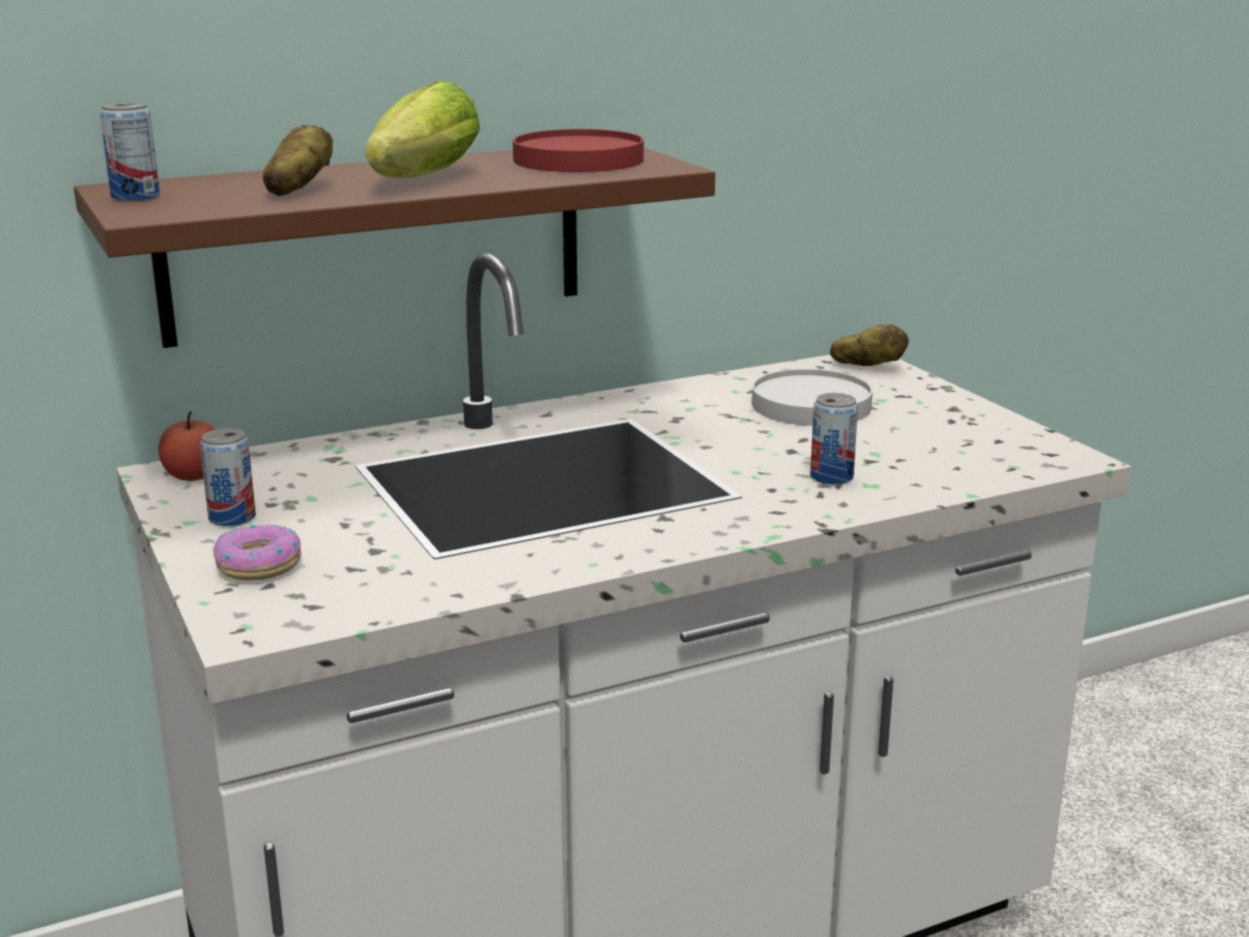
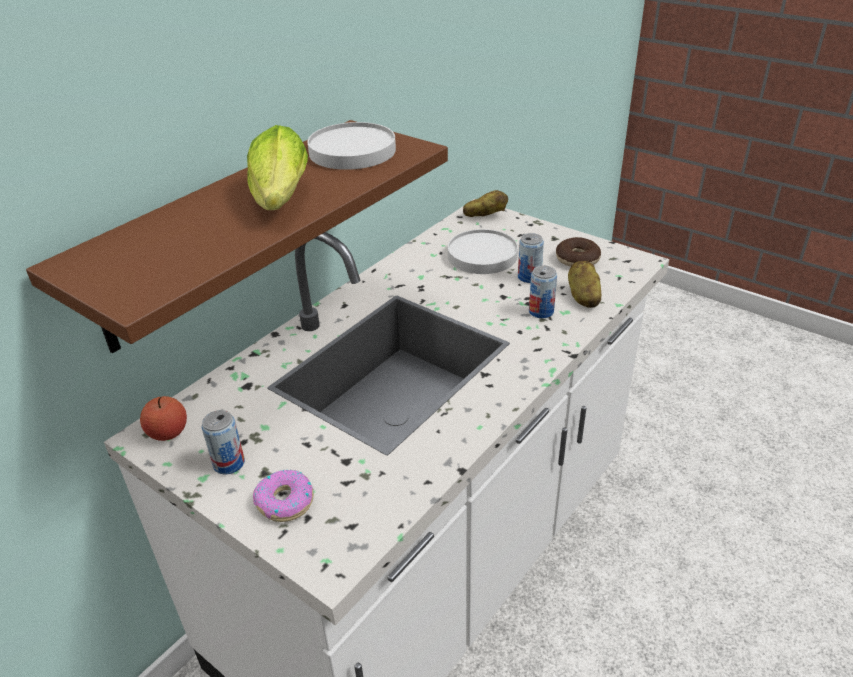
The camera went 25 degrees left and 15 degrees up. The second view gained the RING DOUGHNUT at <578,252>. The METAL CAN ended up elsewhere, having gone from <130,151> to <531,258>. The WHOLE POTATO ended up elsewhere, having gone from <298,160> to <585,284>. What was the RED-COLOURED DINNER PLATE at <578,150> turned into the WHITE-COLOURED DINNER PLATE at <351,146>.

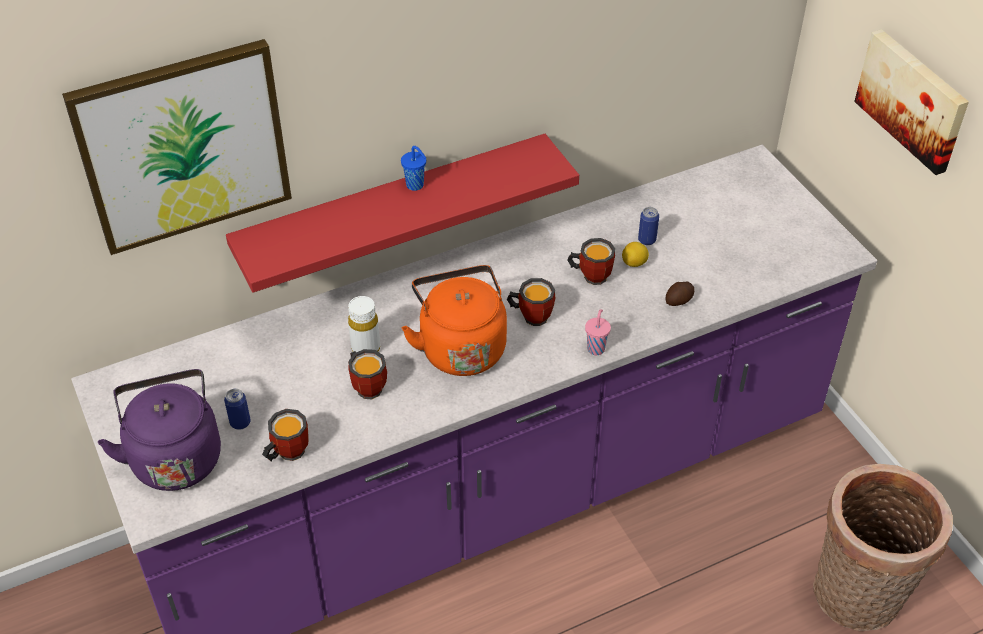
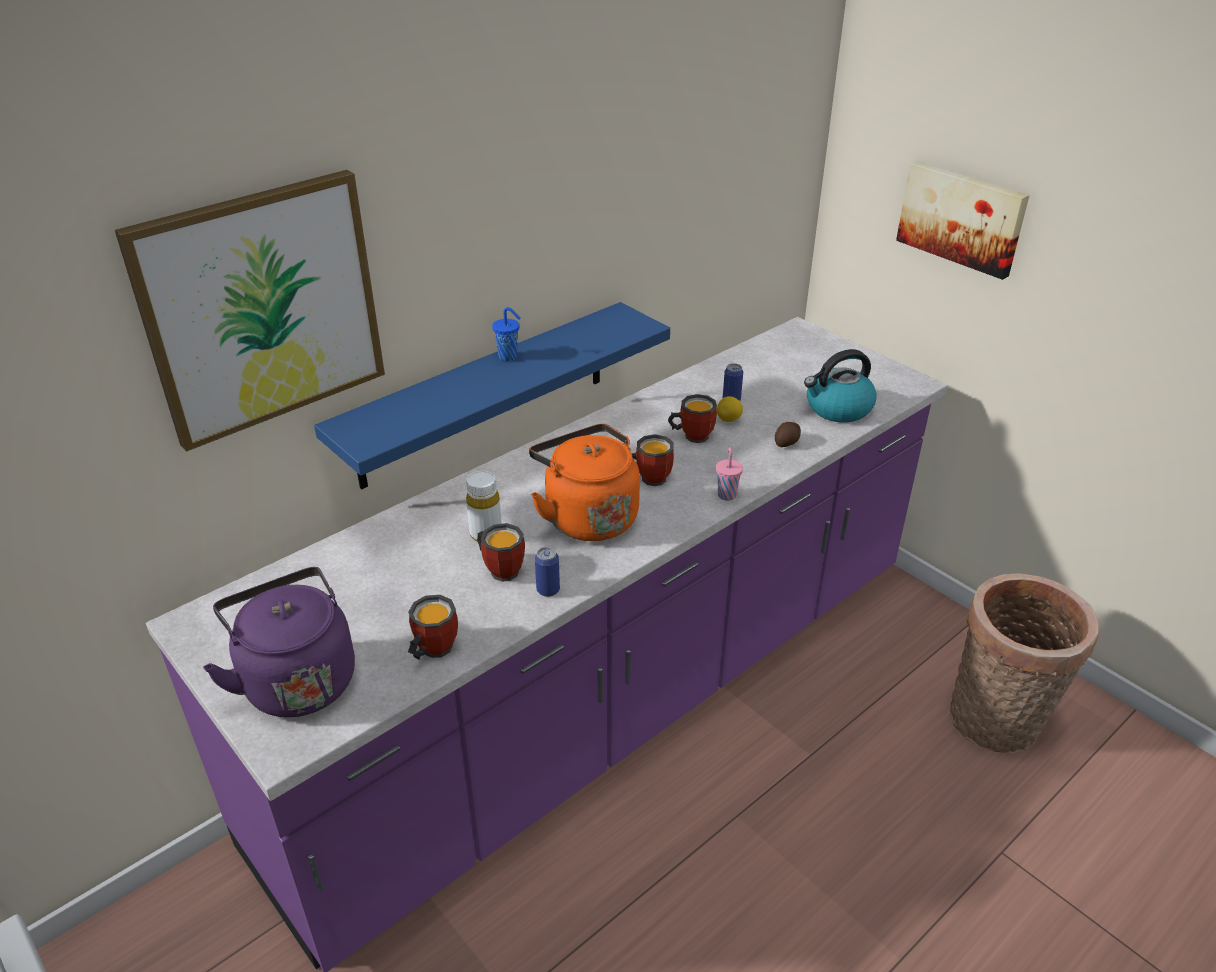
The camera went 15 degrees left and 10 degrees down. The second view gained the WATER KETTLE at <840,386>. The METAL CAN ended up elsewhere, having gone from <237,409> to <547,572>. What was the RED-COLOURED WALL SHELF at <402,213> turned into the BLUE WALL SHELF at <492,396>.

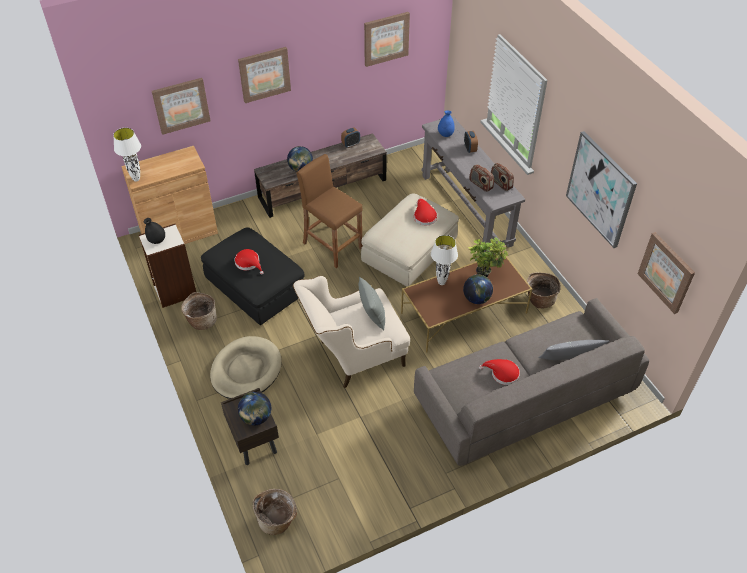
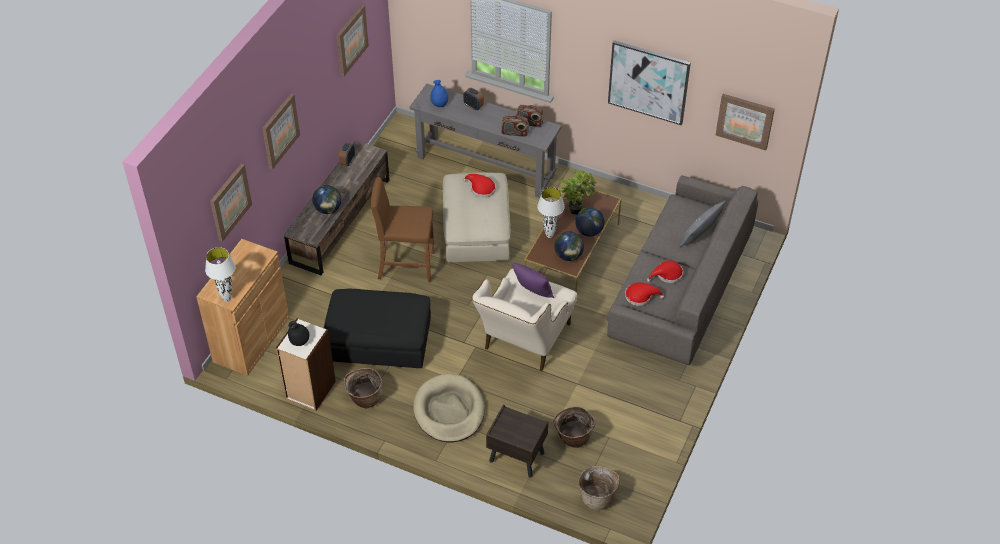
The camera went 40 degrees left and 0 degrees up. The RED-COLOURED WEARABLE HAT ended up elsewhere, having gone from <249,261> to <644,294>. The WORLD GLOBE ended up elsewhere, having gone from <255,408> to <569,246>. The STORAGE BASKET ended up elsewhere, having gone from <544,290> to <574,427>. What was the GREYISH PILLOW at <371,303> turned into the PURPLISH PILLOW at <533,280>.

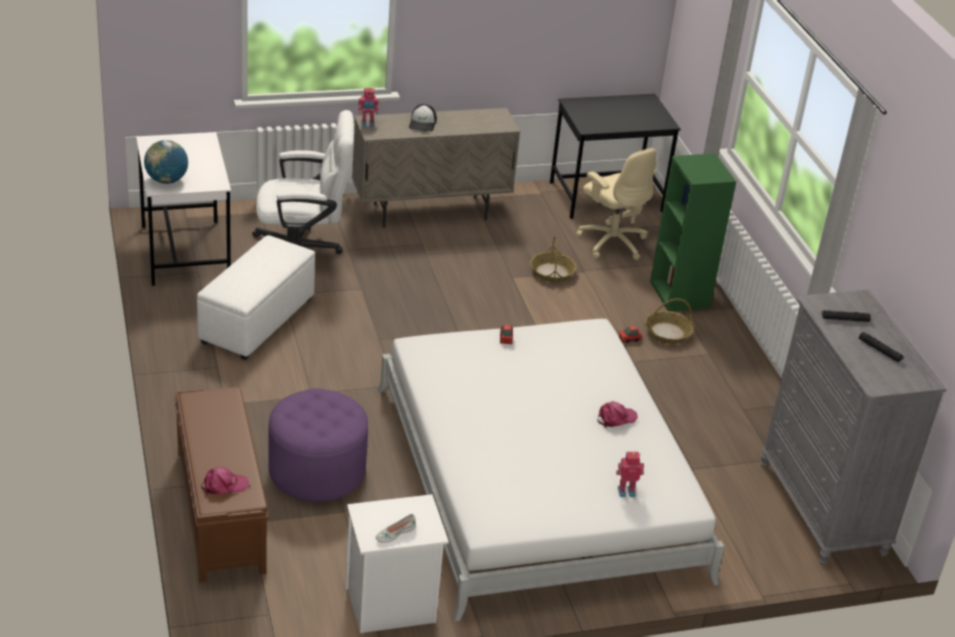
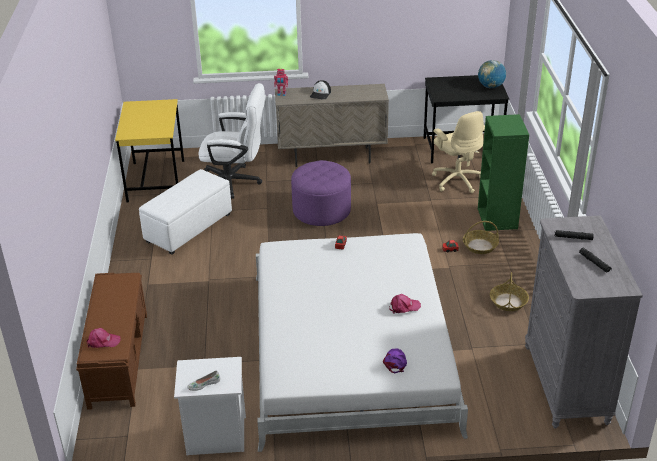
The camera went 15 degrees right and 0 degrees up. The WORLD GLOBE ended up elsewhere, having gone from <166,162> to <492,74>. The PURPLISH OTTOMAN ended up elsewhere, having gone from <318,445> to <321,193>. The STORAGE BASKET ended up elsewhere, having gone from <553,259> to <509,291>. Where the TOY ROBOT stood at <630,474>, the PURPLISH PEAKED CAP came to stand at <395,360>. What was the WHITE-COLOURED DESK at <183,209> turned into the YELLOW DESK at <149,151>.

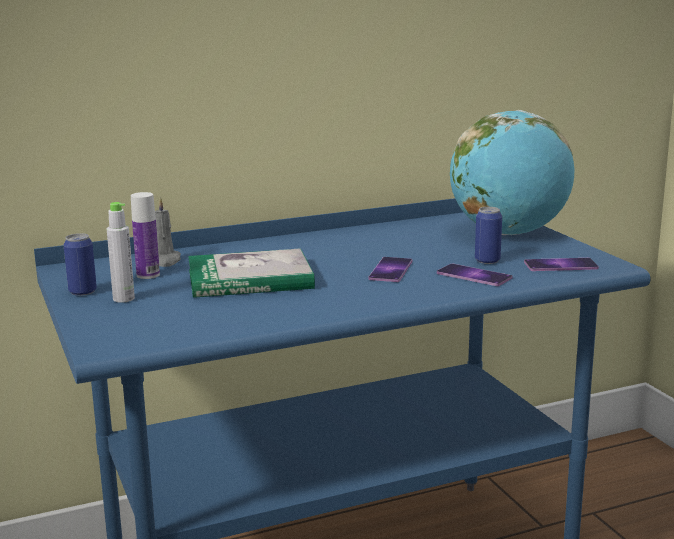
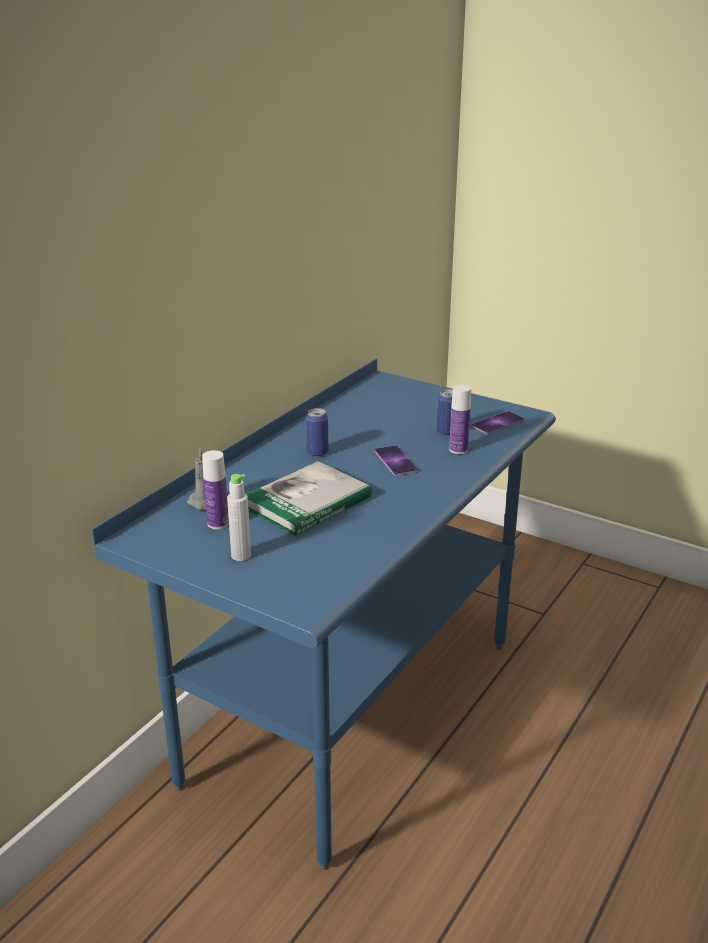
The camera went 35 degrees left and 10 degrees up. The second view lost the WORLD GLOBE at <512,172>. The METAL CAN ended up elsewhere, having gone from <80,264> to <317,432>. Where the PHONE stood at <474,275>, the BOTTLE came to stand at <460,419>.

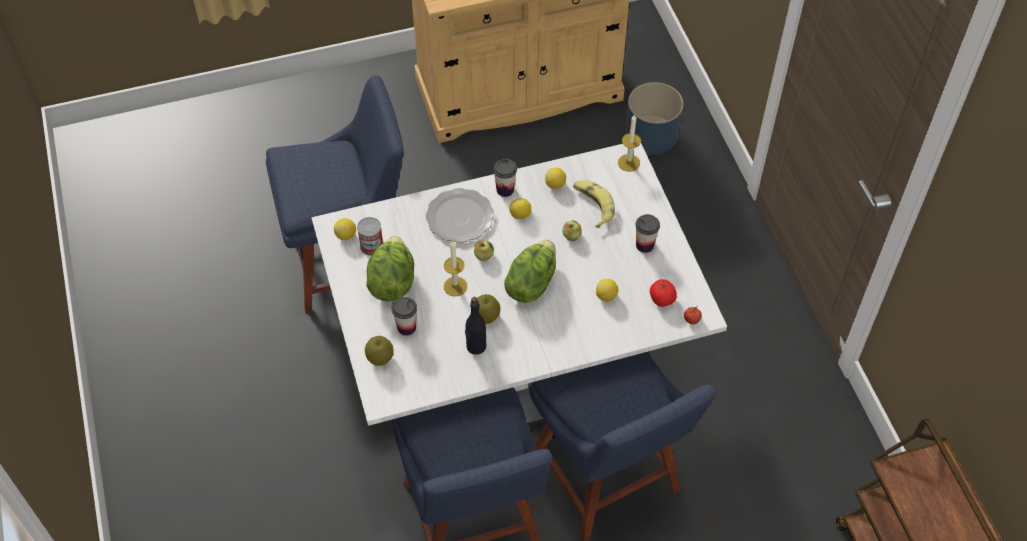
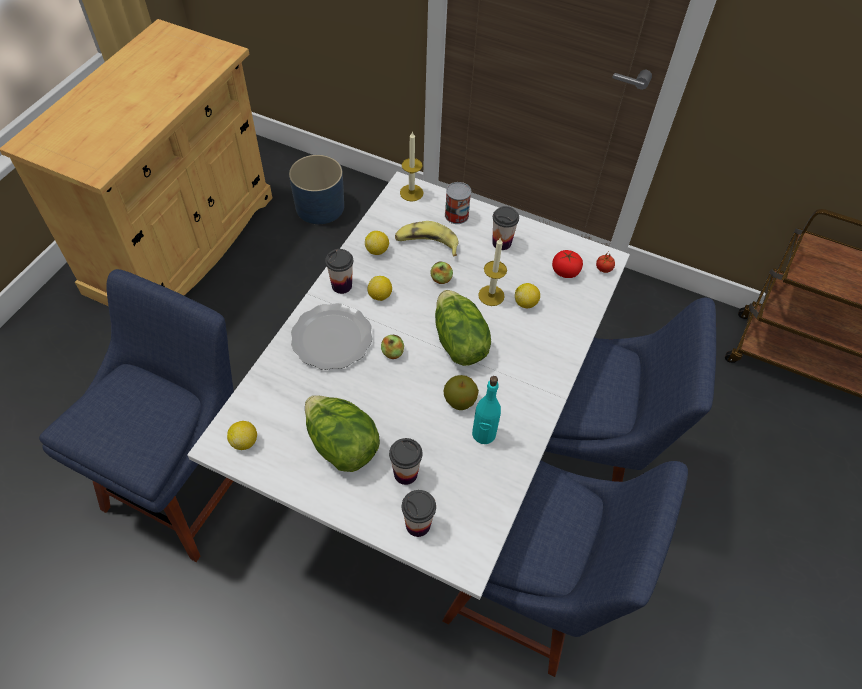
The camera went 50 degrees left and 0 degrees up. The METAL CAN ended up elsewhere, having gone from <370,236> to <458,203>. The CANDLE ended up elsewhere, having gone from <455,268> to <492,271>. Where the APPLE FRUIT stood at <379,351>, the DRINKING CUP came to stand at <419,513>. What was the BLACK-COLOURED BOTTLE at <475,326> turned into the BLUE-GREEN BOTTLE at <486,410>.

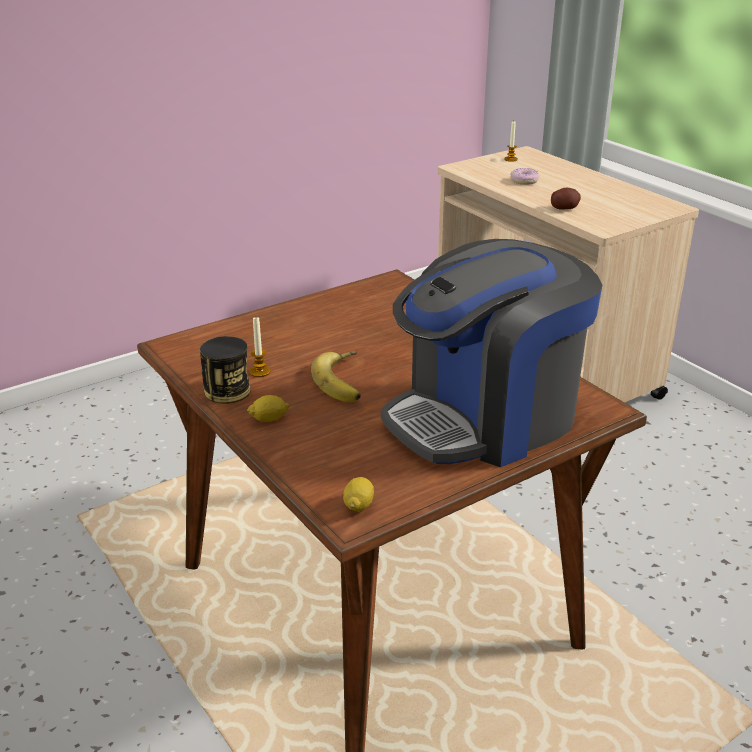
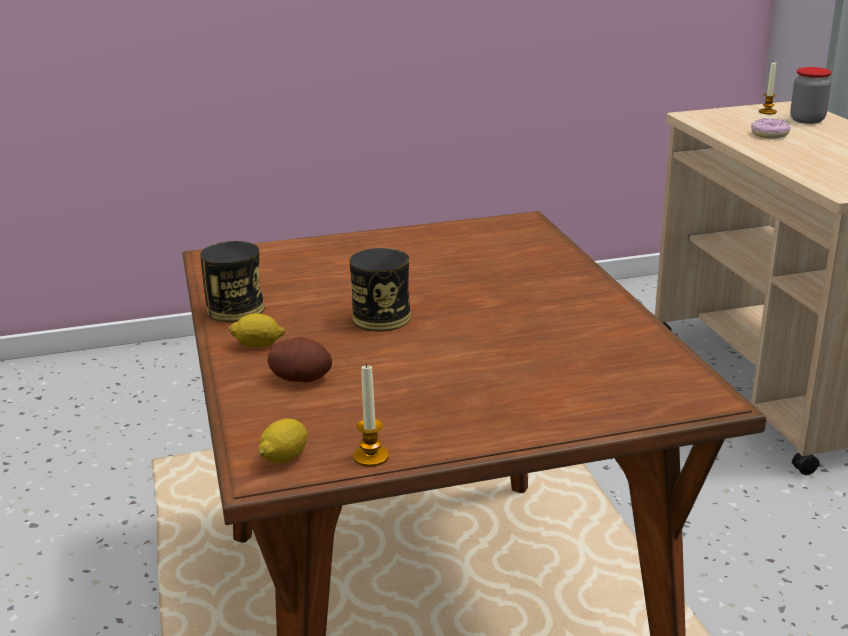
The camera went 20 degrees right and 5 degrees down. The second view lost the COFFEE MAKER at <491,353>. The second view gained the STORAGE JAR at <811,95>. The CANDLE ended up elsewhere, having gone from <260,347> to <371,415>. The WHOLE POTATO ended up elsewhere, having gone from <566,199> to <299,359>. Where the WHOLE BANANA stood at <336,376>, the METAL CAN came to stand at <380,289>.

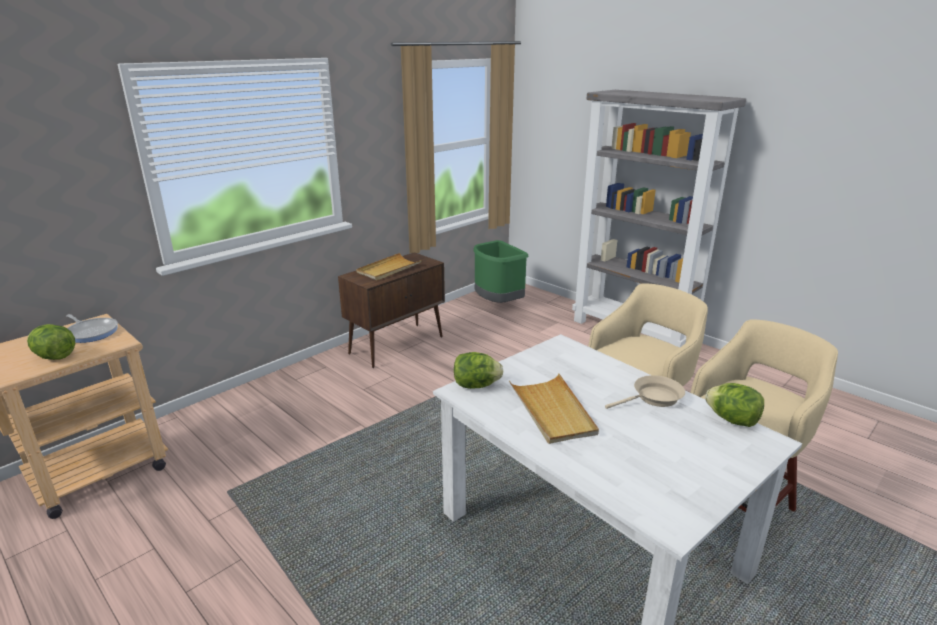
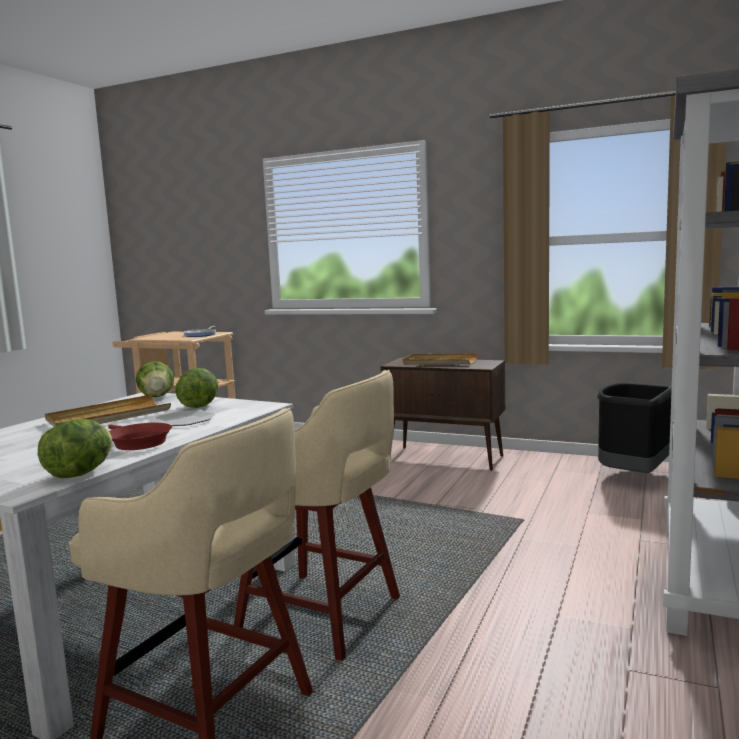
The camera went 70 degrees right and 15 degrees down. The second view gained the DINNER PLATE at <182,418>. The LETTUCE HEAD ended up elsewhere, having gone from <51,342> to <196,388>. What was the GREEN TRASH CAN at <501,271> turned into the BLACK-COLOURED TRASH CAN at <634,427>. What was the BEIGE SKILLET at <645,392> turned into the RED-COLOURED SKILLET at <140,436>.

